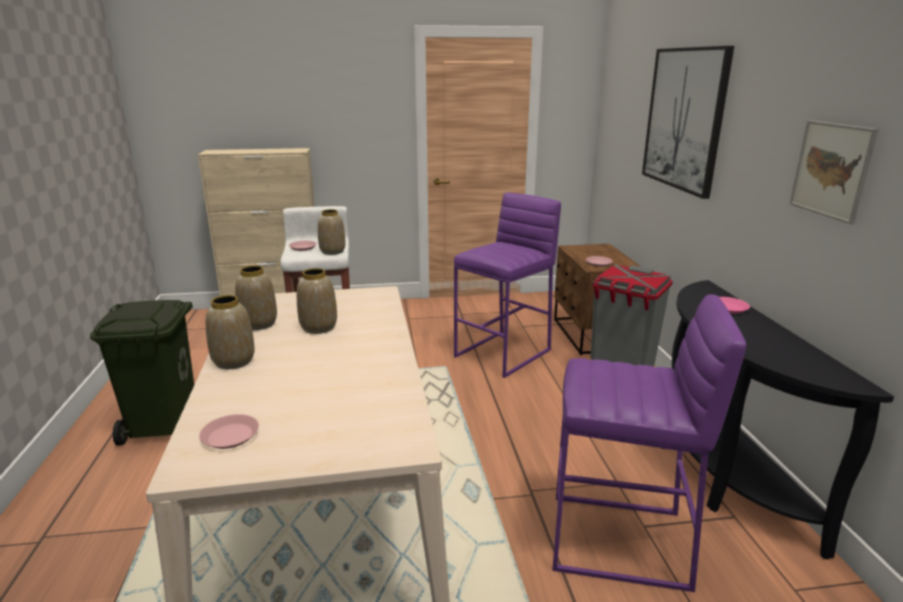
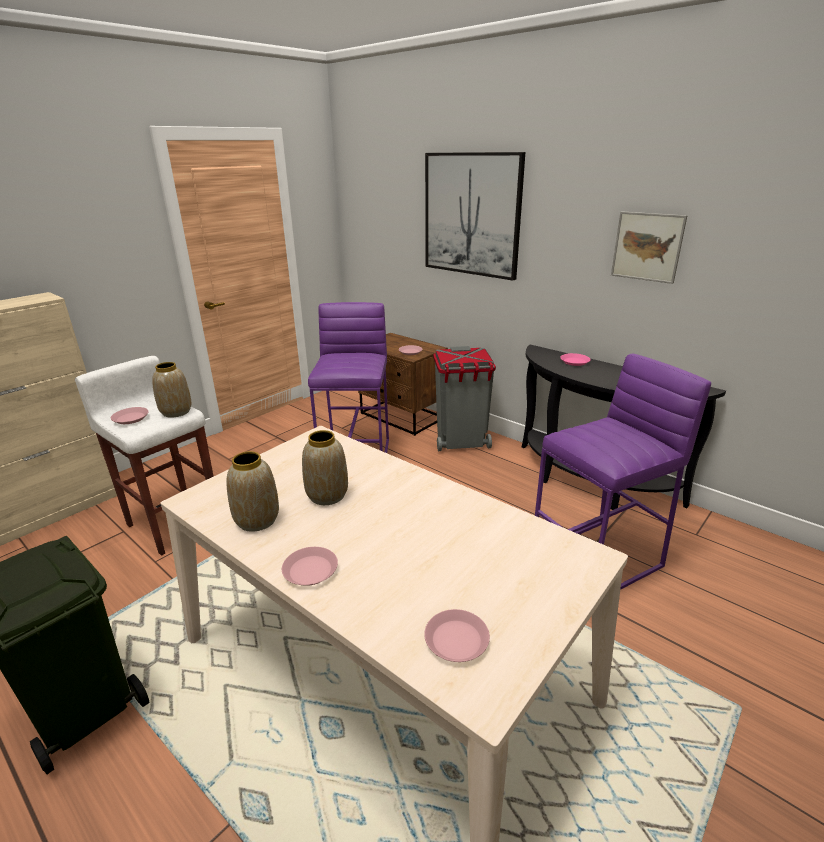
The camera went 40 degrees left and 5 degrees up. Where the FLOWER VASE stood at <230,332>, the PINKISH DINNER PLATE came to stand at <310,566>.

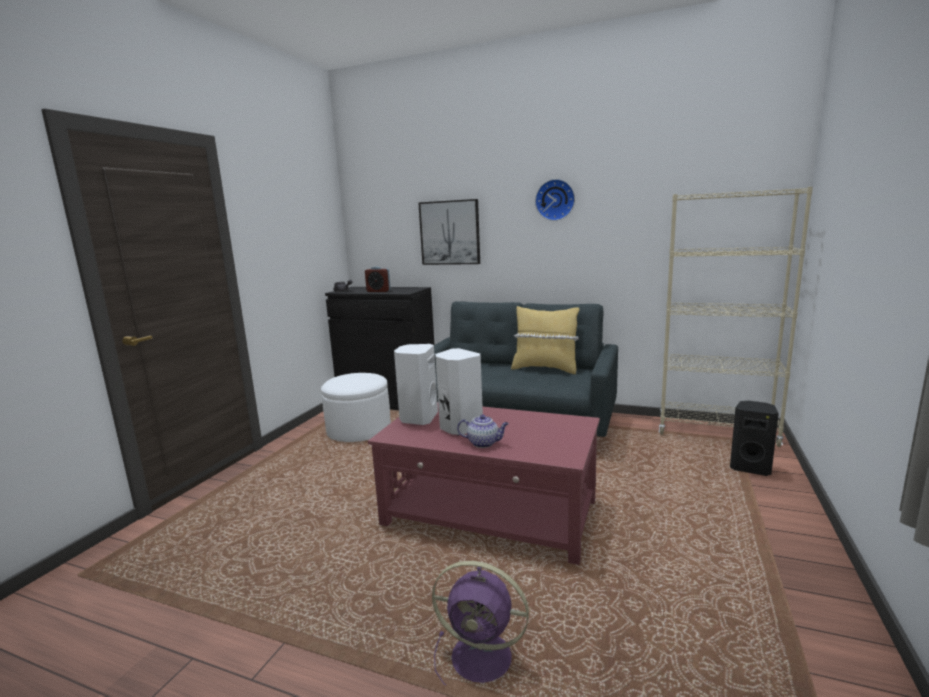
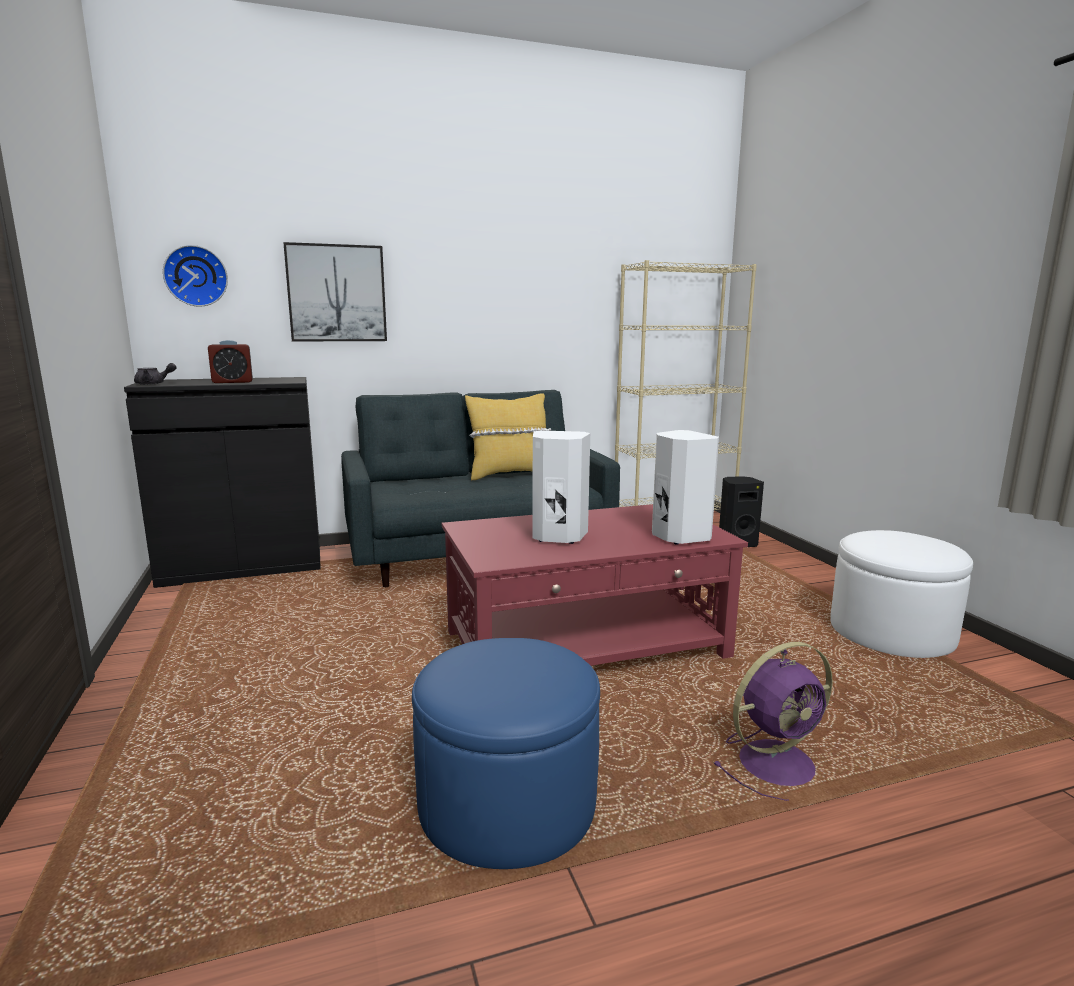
The camera went 40 degrees left and 0 degrees up. The second view lost the TEA POT at <483,431>. The second view gained the BLUE OTTOMAN at <506,753>. The WHITE-COLOURED OTTOMAN ended up elsewhere, having gone from <356,407> to <901,594>. The WHITE-COLOURED AUDIO SPEAKER ended up elsewhere, having gone from <416,384> to <685,487>. The HANGING CLOCK ended up elsewhere, having gone from <555,200> to <195,276>.

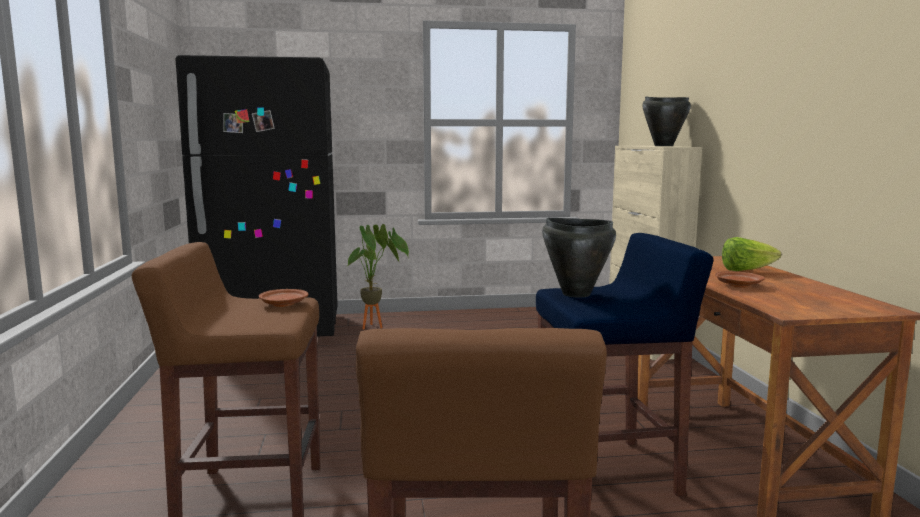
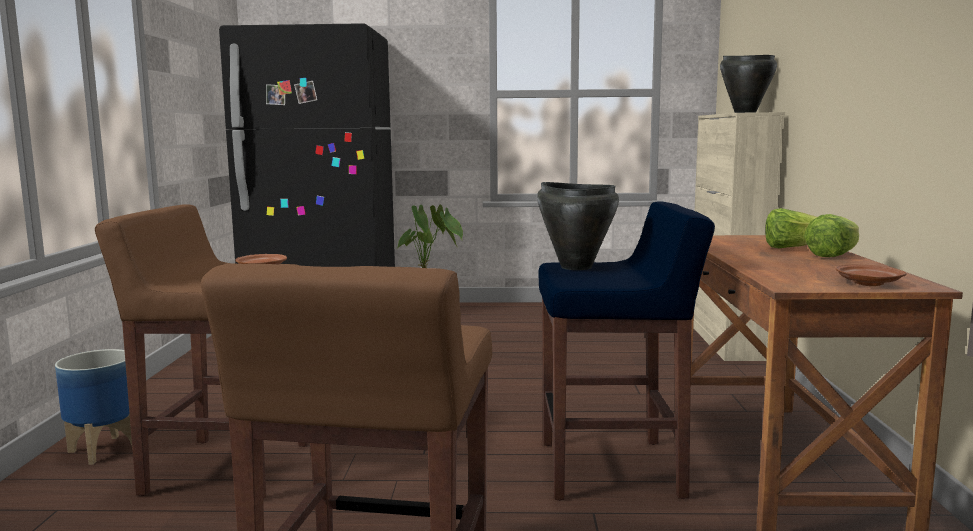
The camera went 10 degrees right and 0 degrees up. The second view gained the FLOWER POT at <93,407>. The second view gained the LETTUCE HEAD at <831,235>. The BROWNISH DINNER PLATE ended up elsewhere, having gone from <740,279> to <871,275>.

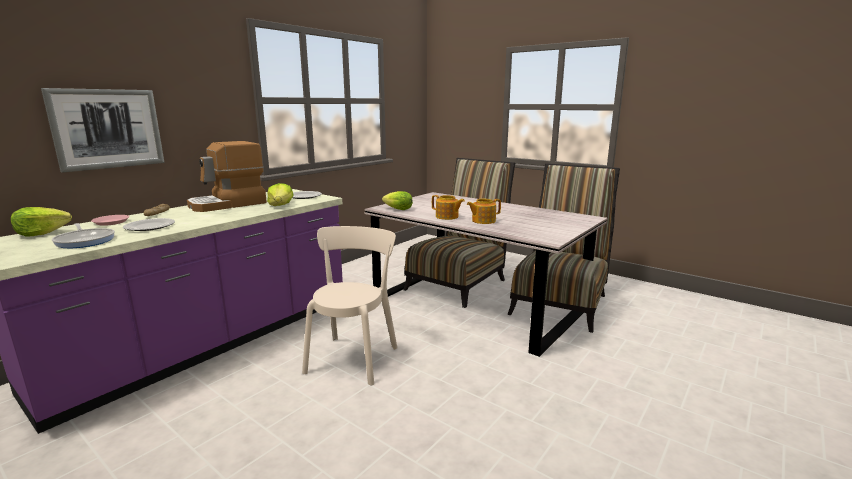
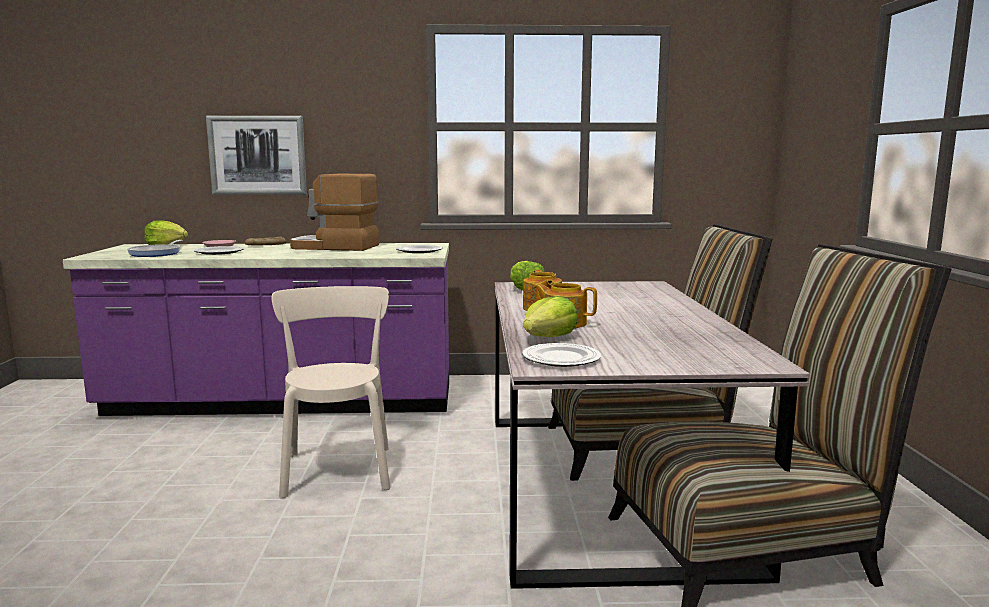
The camera went 50 degrees right and 5 degrees down. The second view gained the DINNER PLATE at <561,355>. The LETTUCE HEAD ended up elsewhere, having gone from <280,194> to <550,316>. The BEIGE CHAIR at <350,305> ended up facing another way, 75 degrees counterclockwise from before.

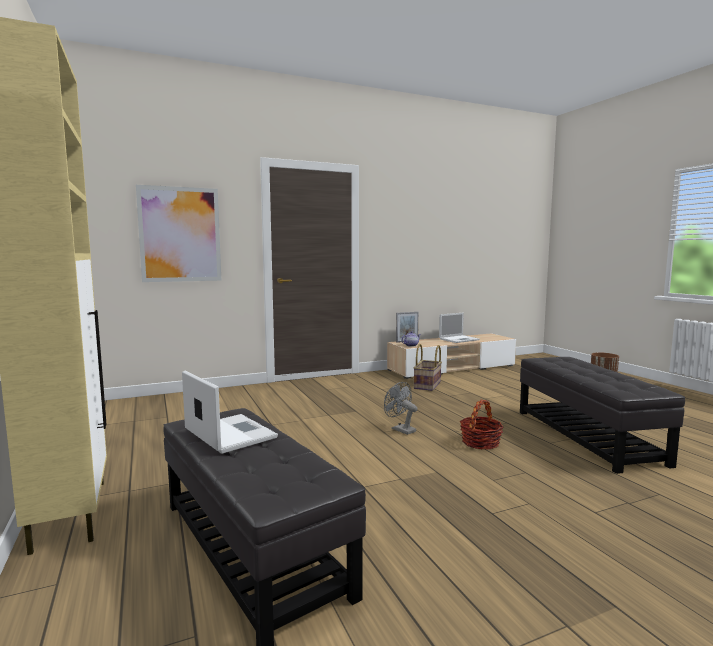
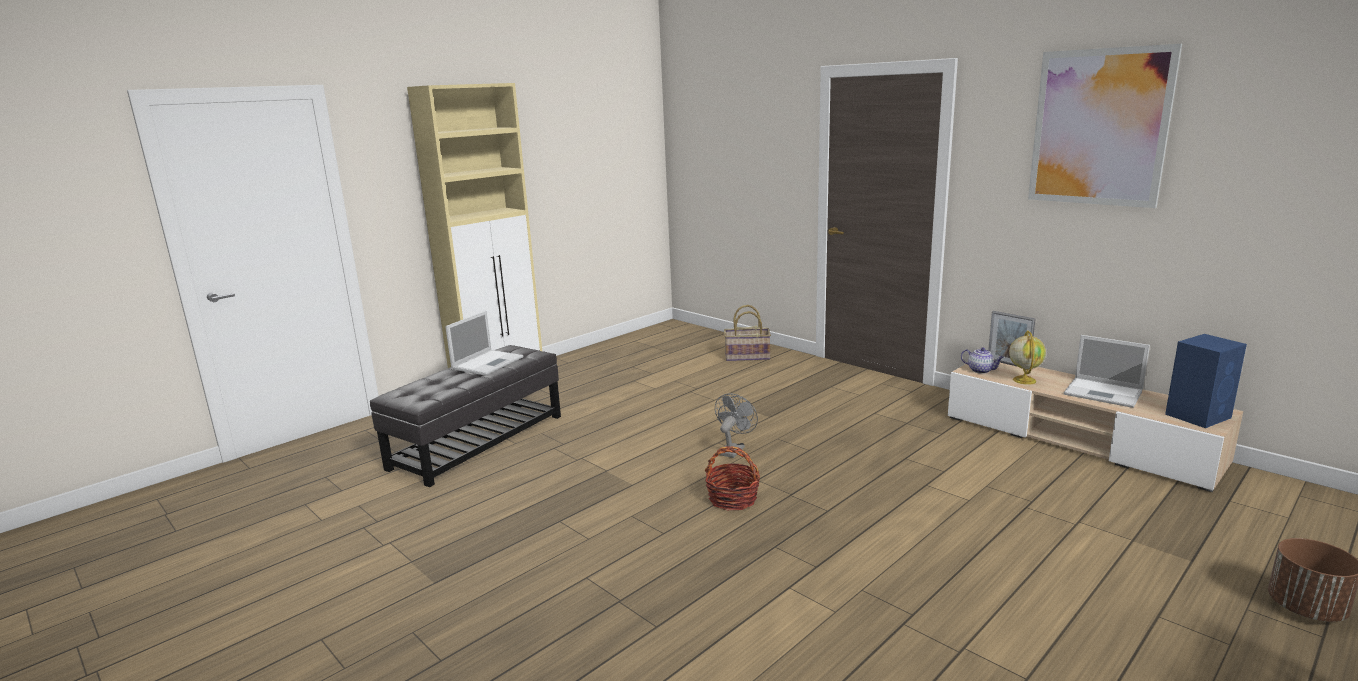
The camera went 70 degrees right and 10 degrees up. The second view lost the BLACK-COLOURED OTTOMAN at <602,415>. The second view gained the WORLD GLOBE at <1027,357>. The second view gained the BLUE AUDIO SPEAKER at <1206,381>. The WALL PICTURE ended up elsewhere, having gone from <178,233> to <1105,126>. The STORAGE BASKET ended up elsewhere, having gone from <428,367> to <747,333>.

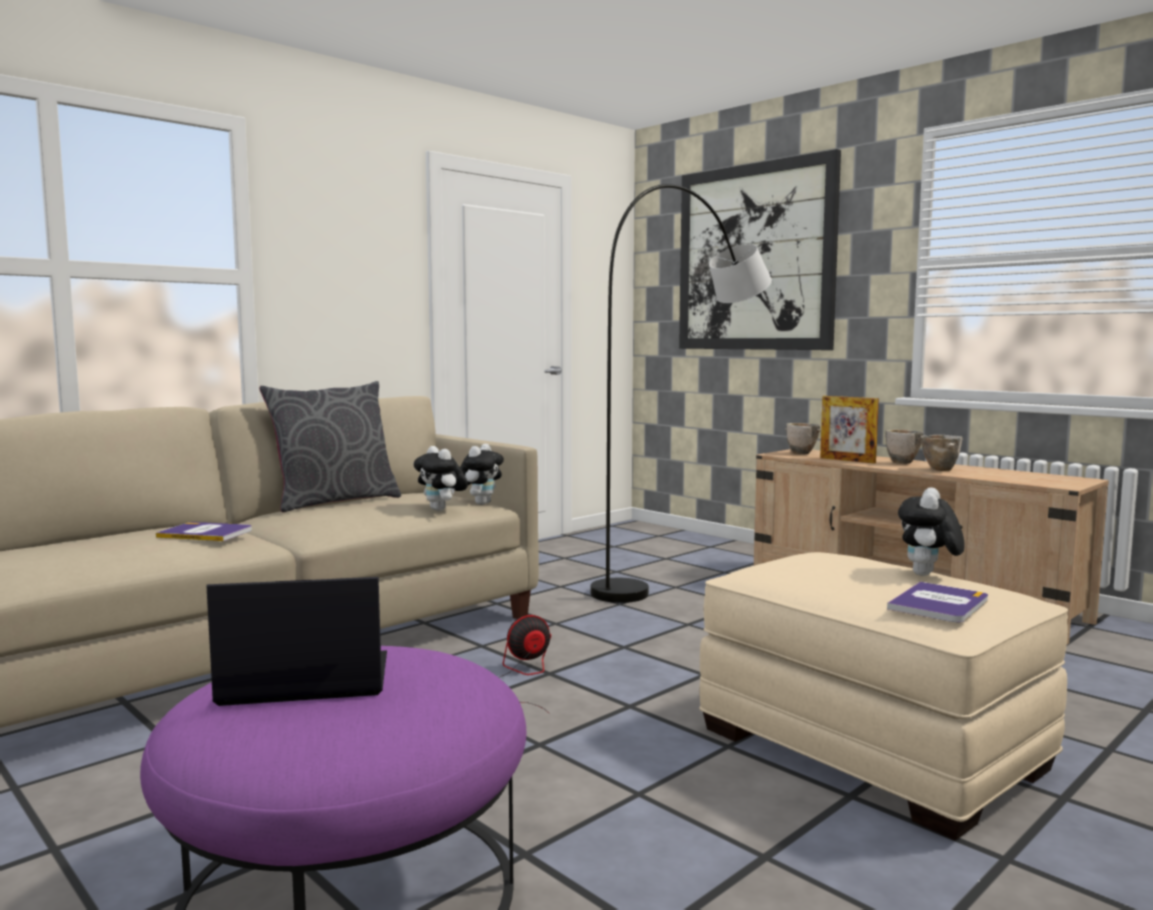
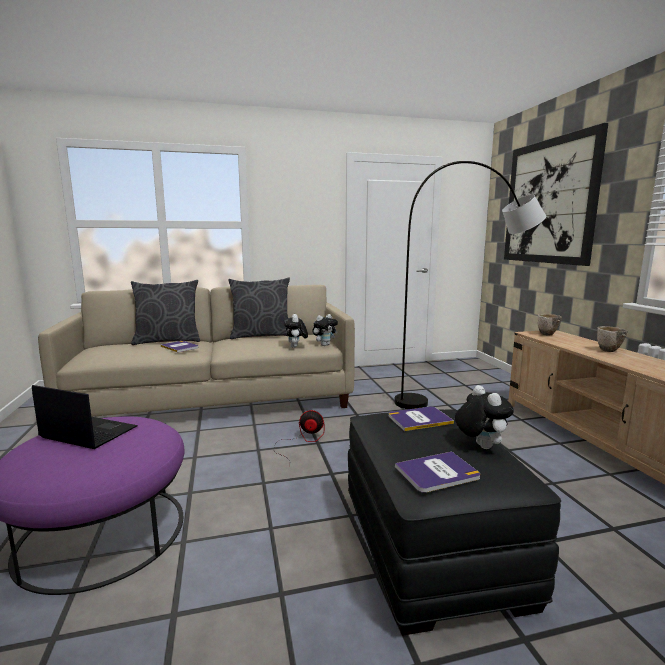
The camera went 30 degrees right and 5 degrees up. The second view lost the PICTURE FRAME at <849,430>. The second view lost the DEEP DISH at <942,453>. The second view gained the GREYISH PILLOW at <165,312>. The second view gained the VOLUME at <421,418>. What was the BEIGE OTTOMAN at <883,696> turned into the BLACK-COLOURED OTTOMAN at <454,522>. The PLUSH TOY at <931,531> ended up facing another way, 105 degrees clockwise from before.

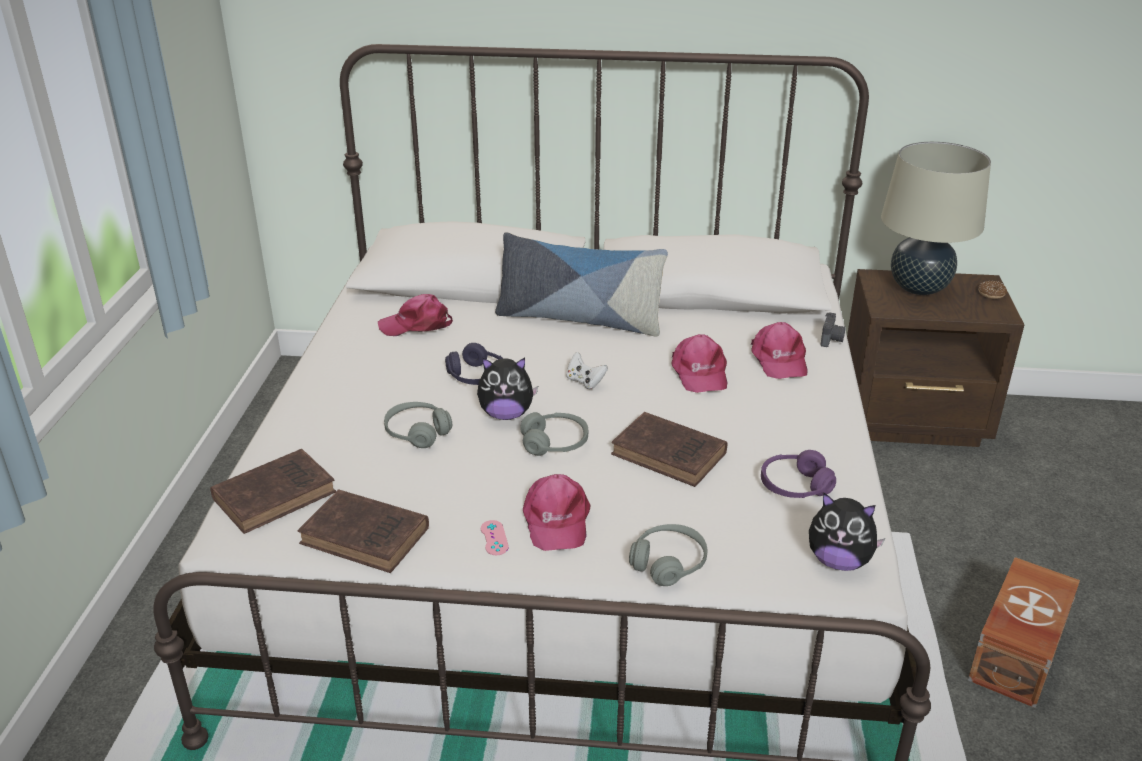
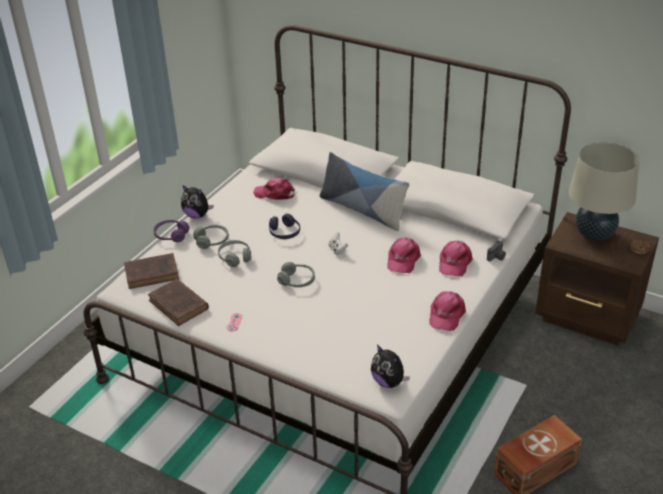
The camera went 25 degrees right and 5 degrees up. The second view lost the BROWNISH VOLUME at <669,449>. The PLUSH TOY ended up elsewhere, having gone from <507,389> to <197,201>. The PINKISH PEAKED CAP ended up elsewhere, having gone from <557,512> to <447,311>. The GREYISH PAIR OF HEADPHONES ended up elsewhere, having gone from <668,555> to <211,237>. The PURPLISH PAIR OF HEADPHONES ended up elsewhere, having gone from <798,474> to <171,231>.

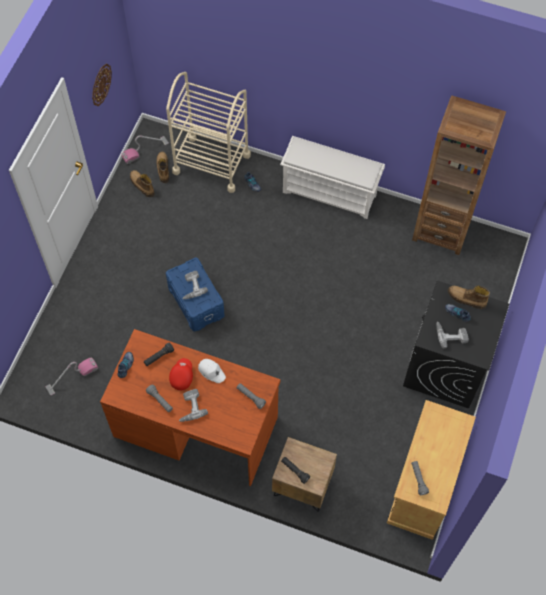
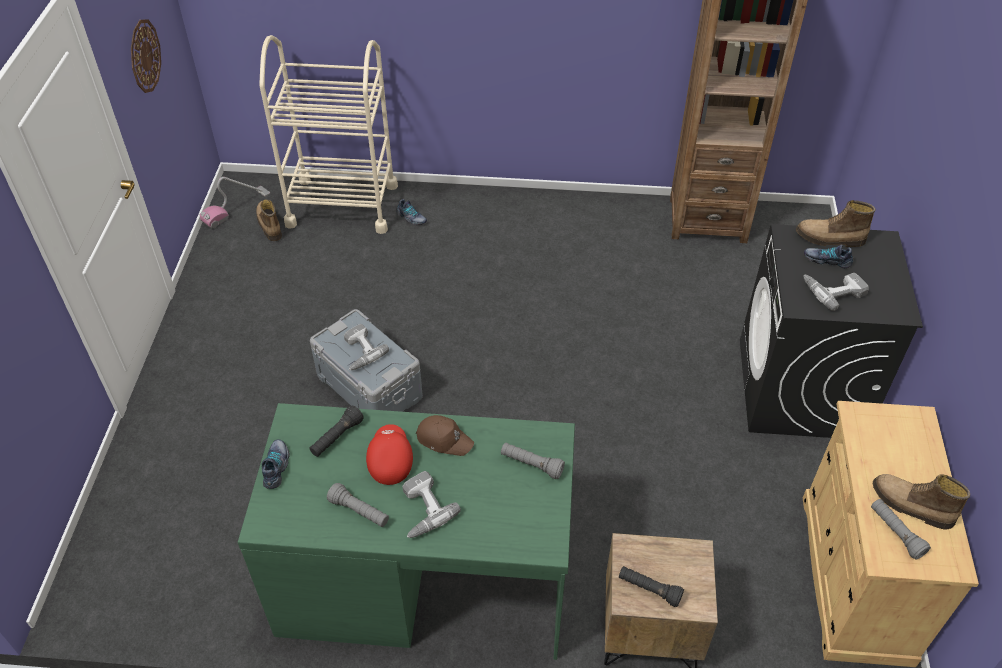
The camera went 15 degrees left and 15 degrees down. The second view lost the VACUUM at <72,377>. The second view lost the WHITE-COLOURED SHOE SHELF at <332,177>. The TALL BOOT ended up elsewhere, having gone from <142,183> to <921,501>. What was the BROWNISH DESK at <190,407> turned into the GREEN DESK at <406,531>. What was the BLUE STORAGE BOX at <195,294> turned into the GREYISH STORAGE BOX at <366,360>. What was the WHITE-COLOURED PEAKED CAP at <212,371> turned into the BROWNISH PEAKED CAP at <445,435>.

